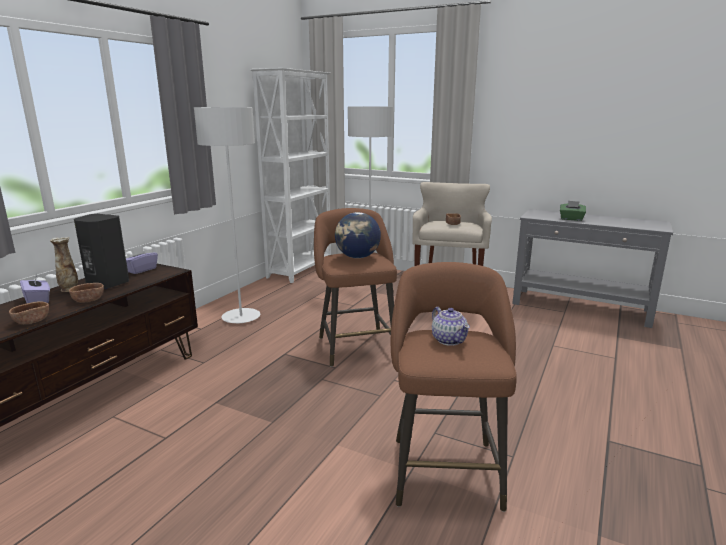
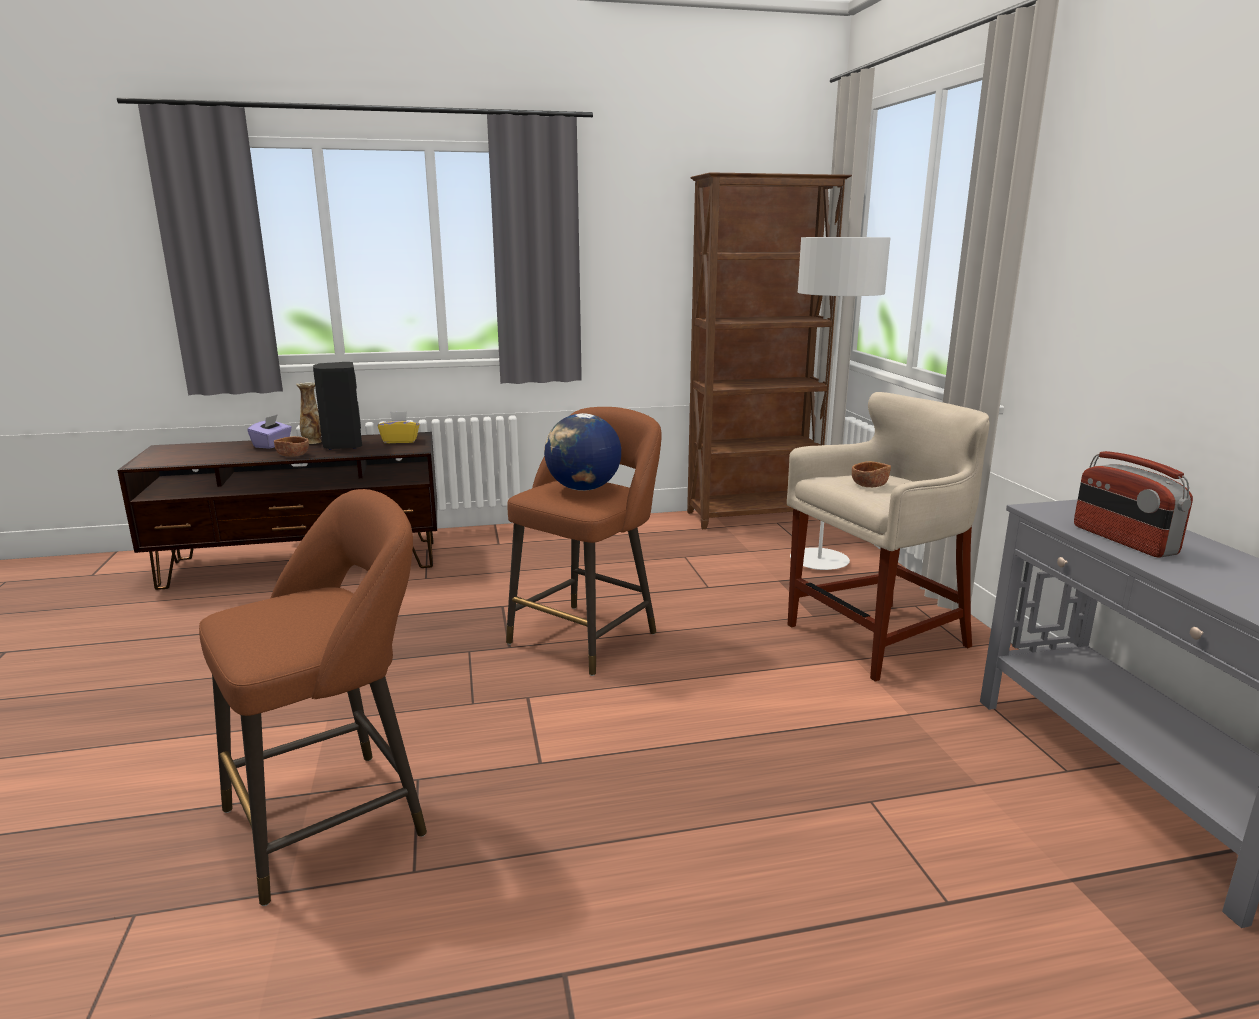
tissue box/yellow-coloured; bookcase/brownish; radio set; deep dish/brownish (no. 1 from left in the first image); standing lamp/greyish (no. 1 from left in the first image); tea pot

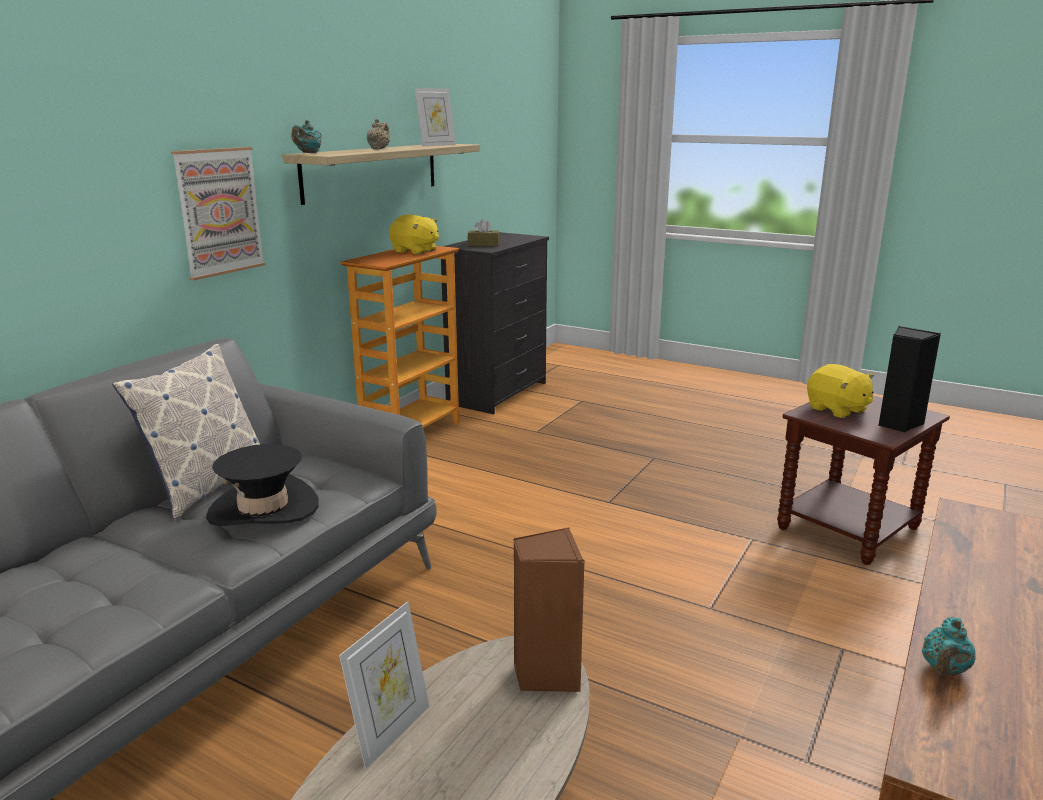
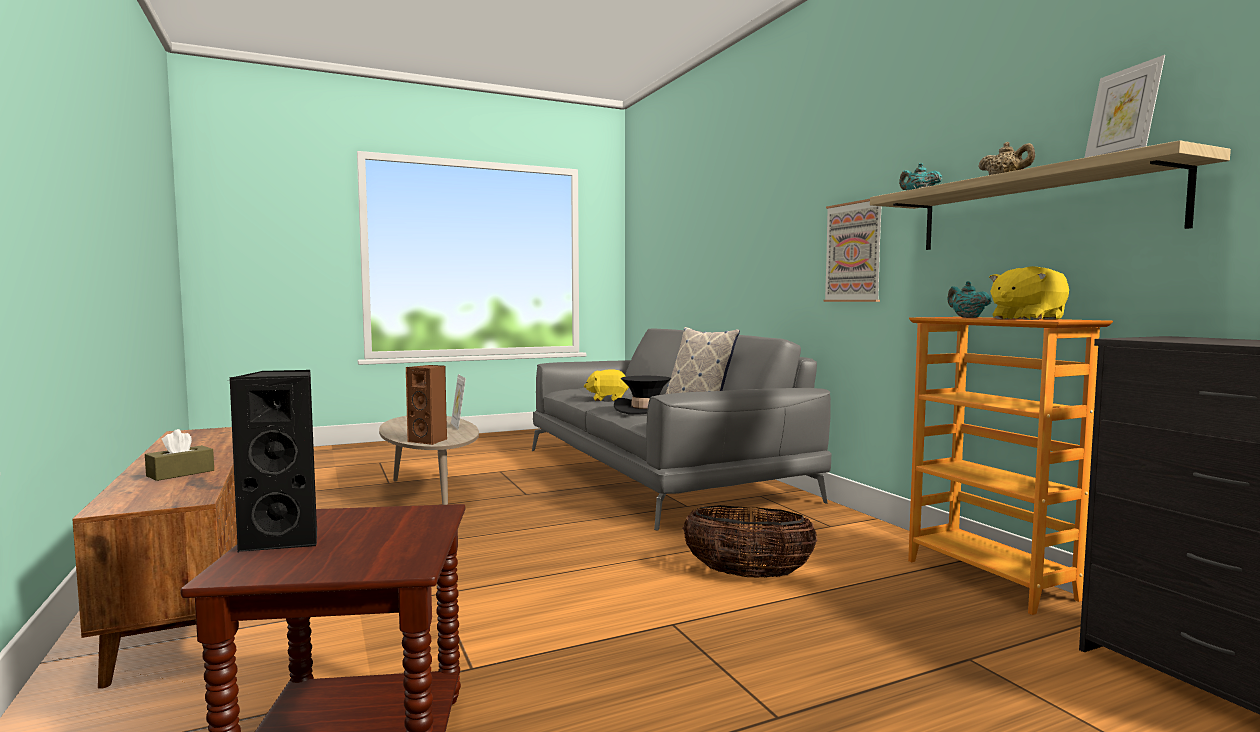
tissue box/brownish; soft toy/yellow-coloured (no. 1 from left); storage basket; tea pot/turquoise-coloured (no. 2 from left)

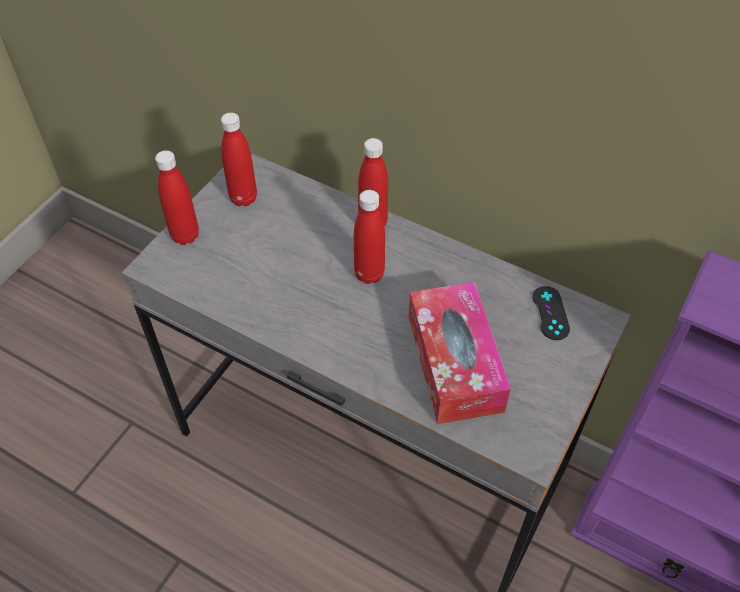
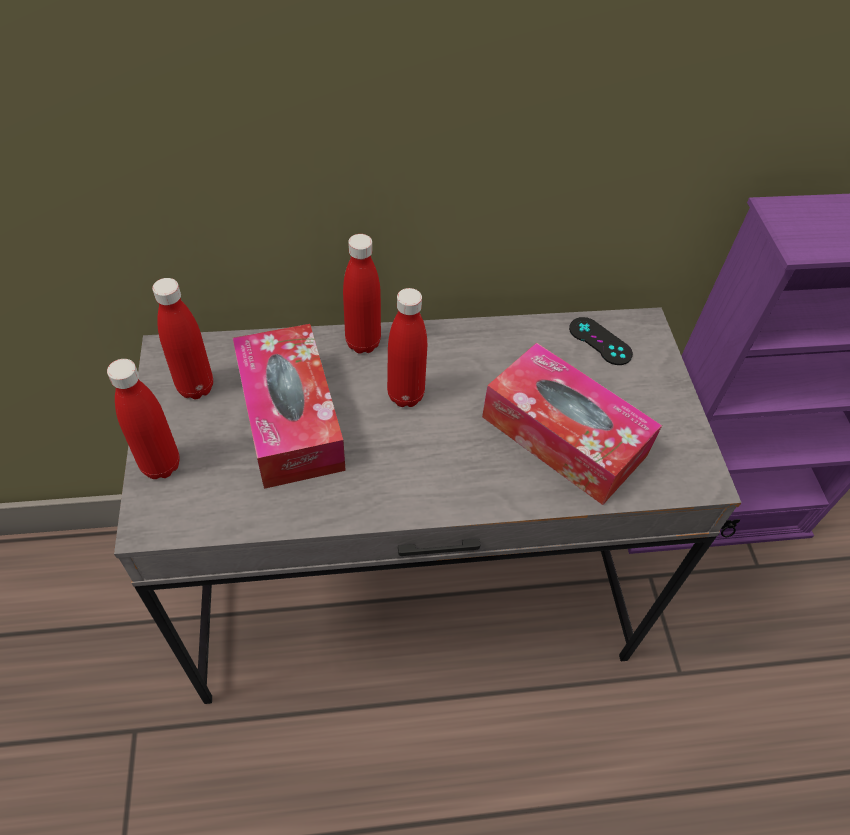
tissue box (no. 1 from left)

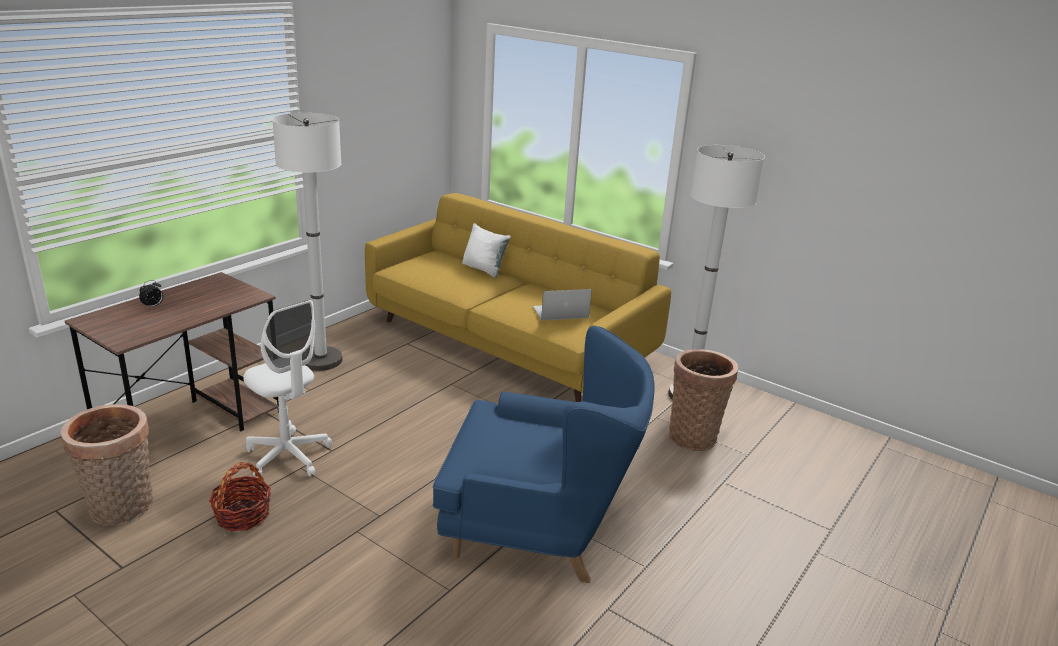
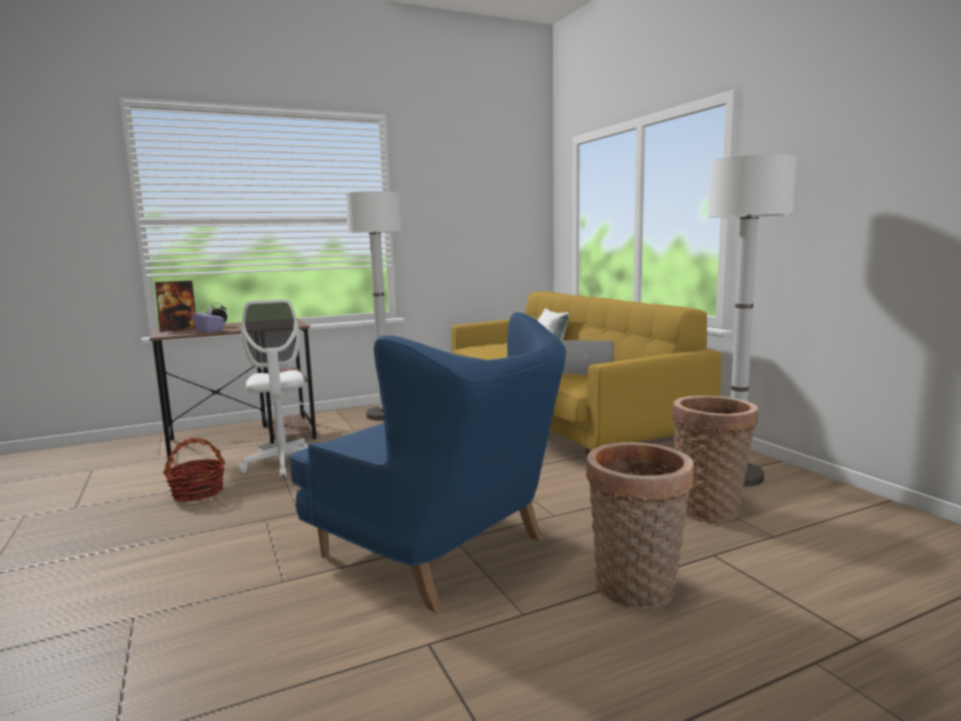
standing frame; tissue box/purple; storage basket (no. 2 from left)

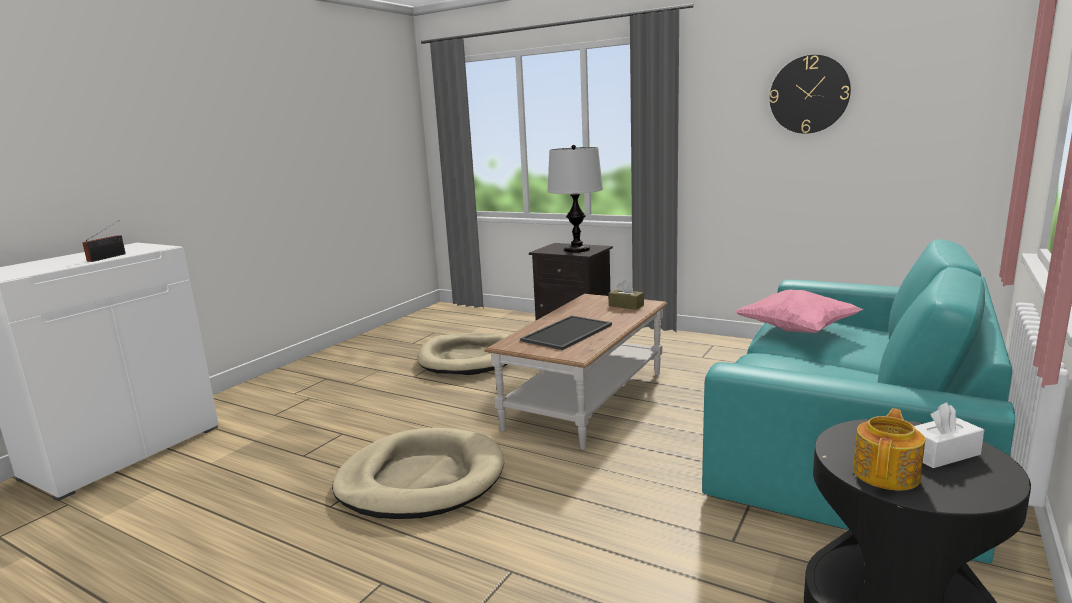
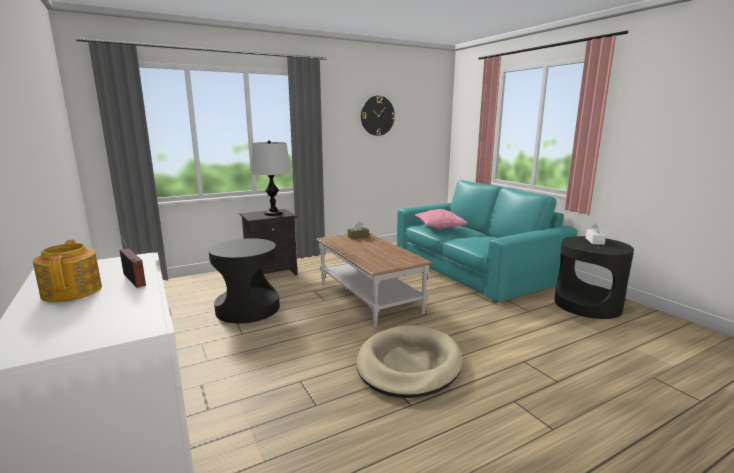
tea pot; side table/black-coloured (no. 1 from left); tray

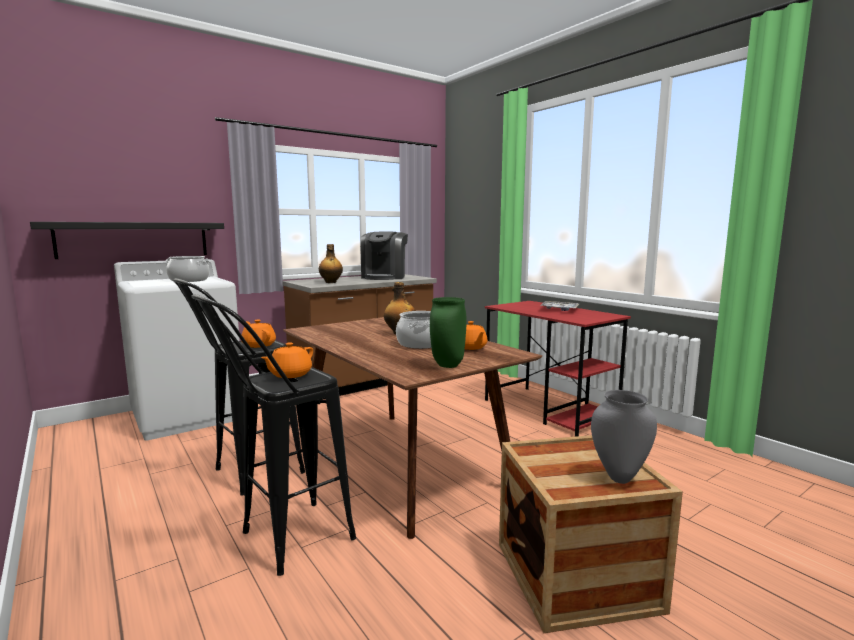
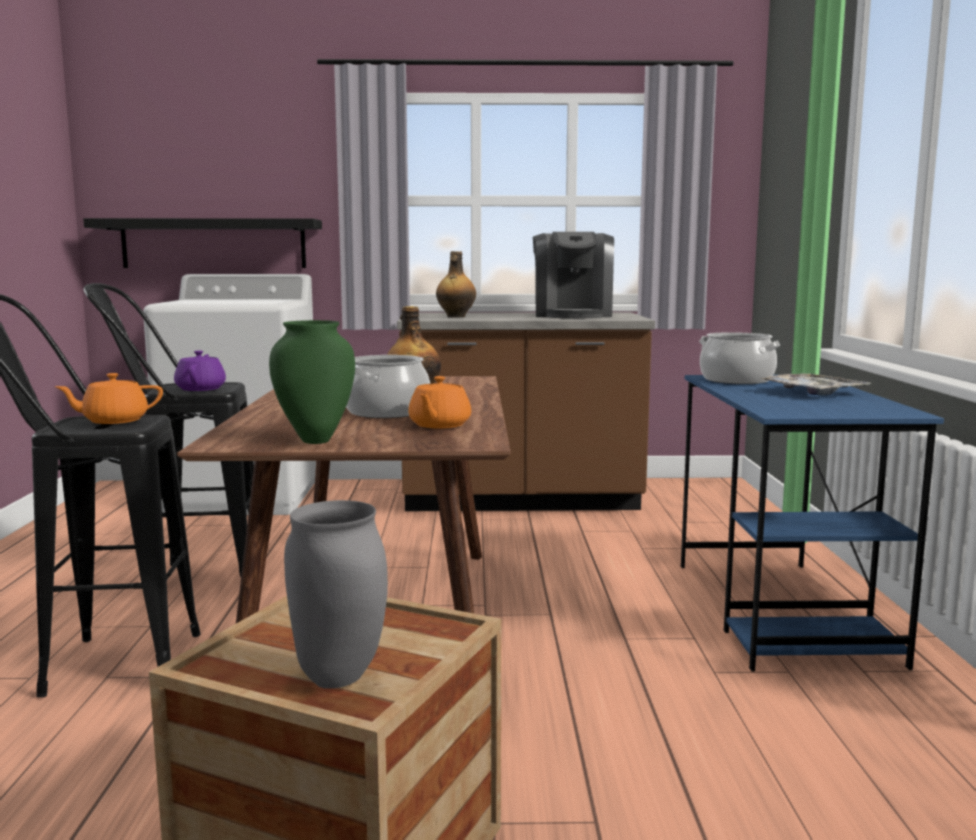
tea pot/purple; coffee brewer; desk unit/blue; cooking pot (no. 2 from left)

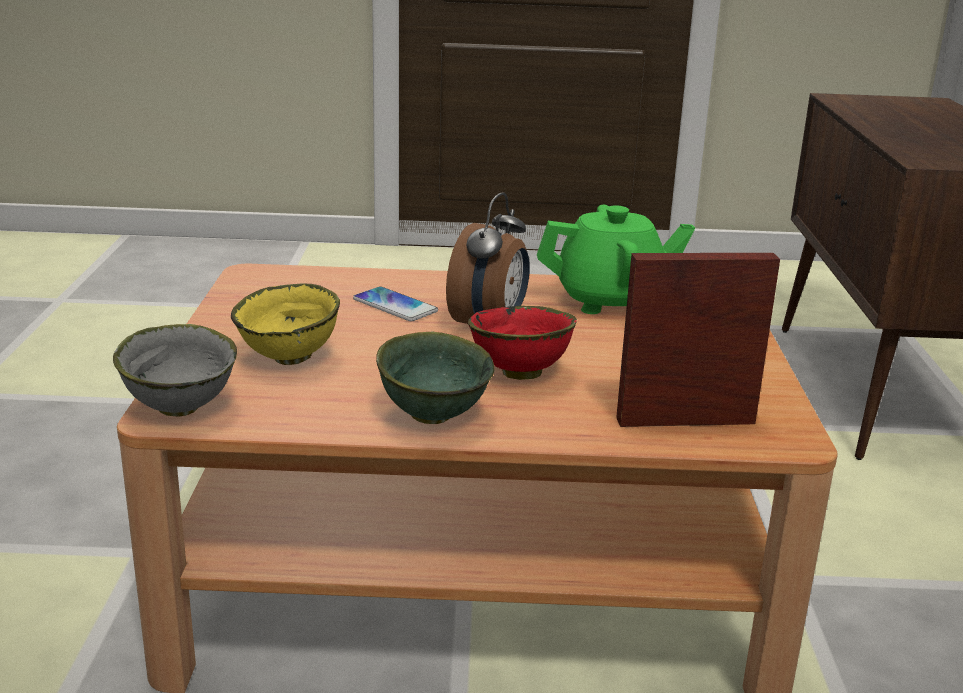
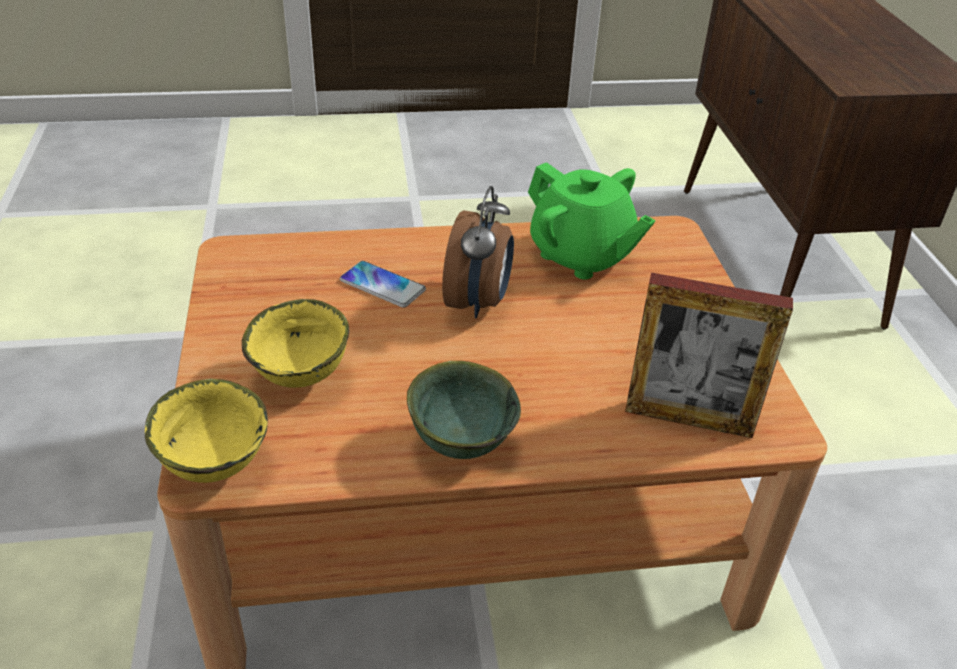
deep dish/yellow-coloured (no. 1 from left); tea pot/green; standing frame; deep dish/red-coloured

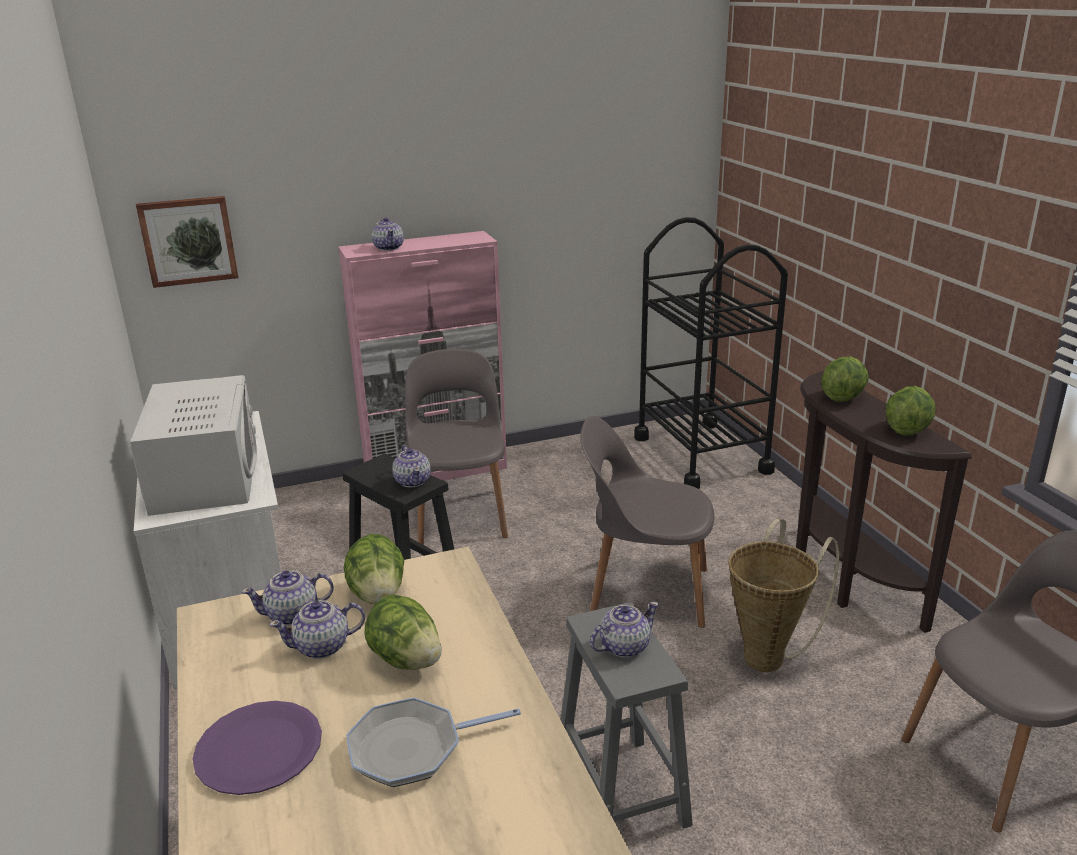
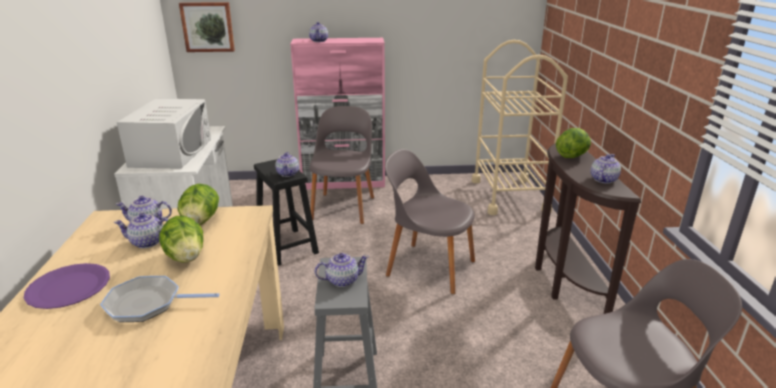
cart/beige; tea pot (no. 6 from left); storage basket

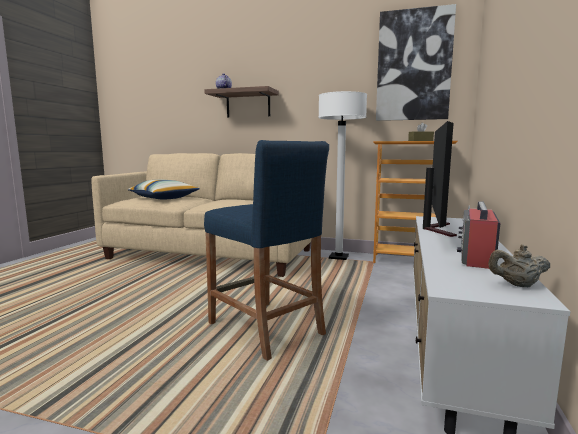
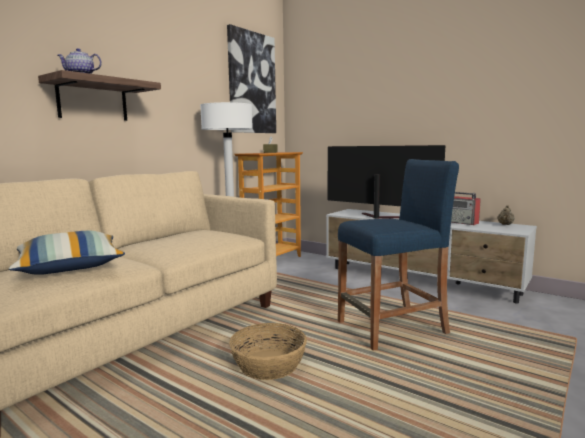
storage basket

